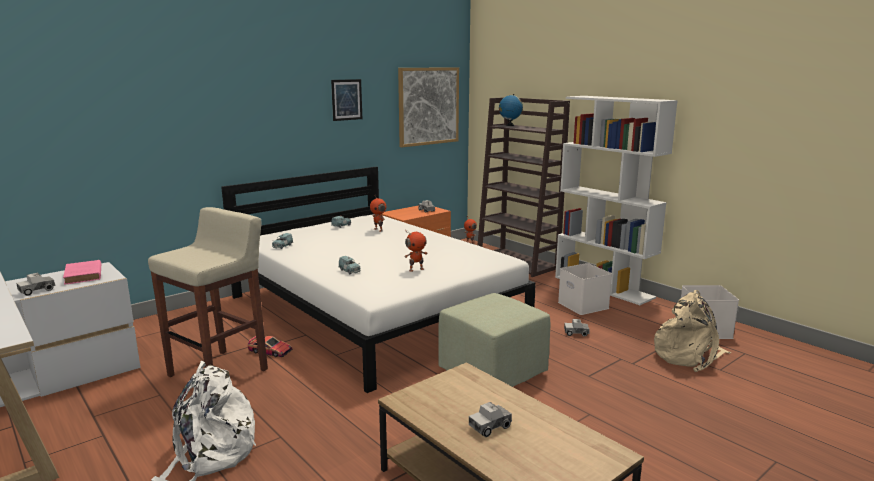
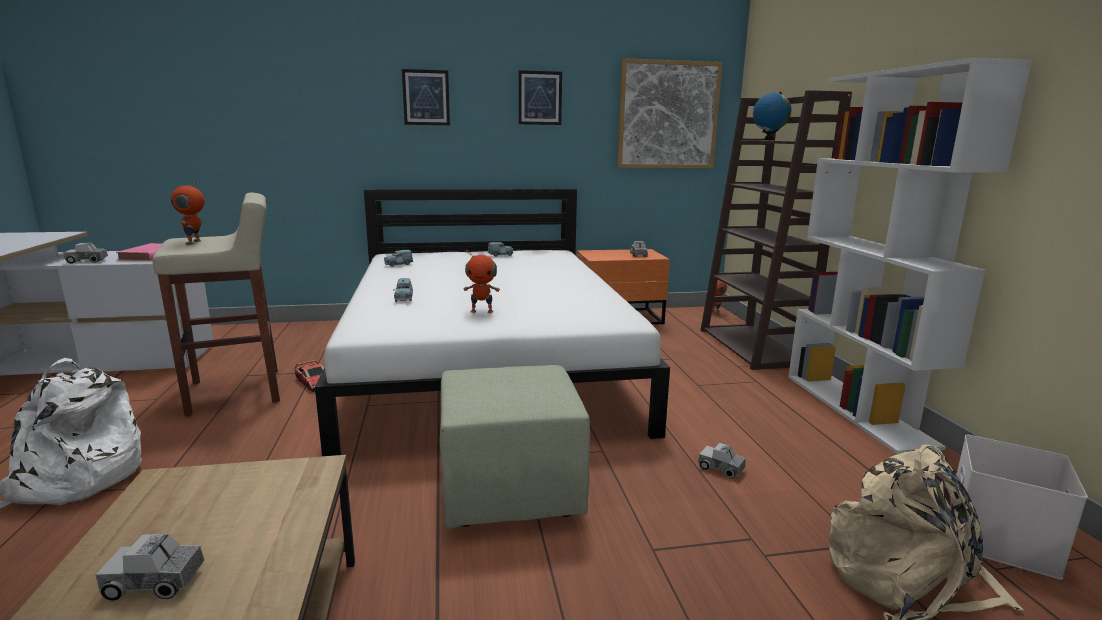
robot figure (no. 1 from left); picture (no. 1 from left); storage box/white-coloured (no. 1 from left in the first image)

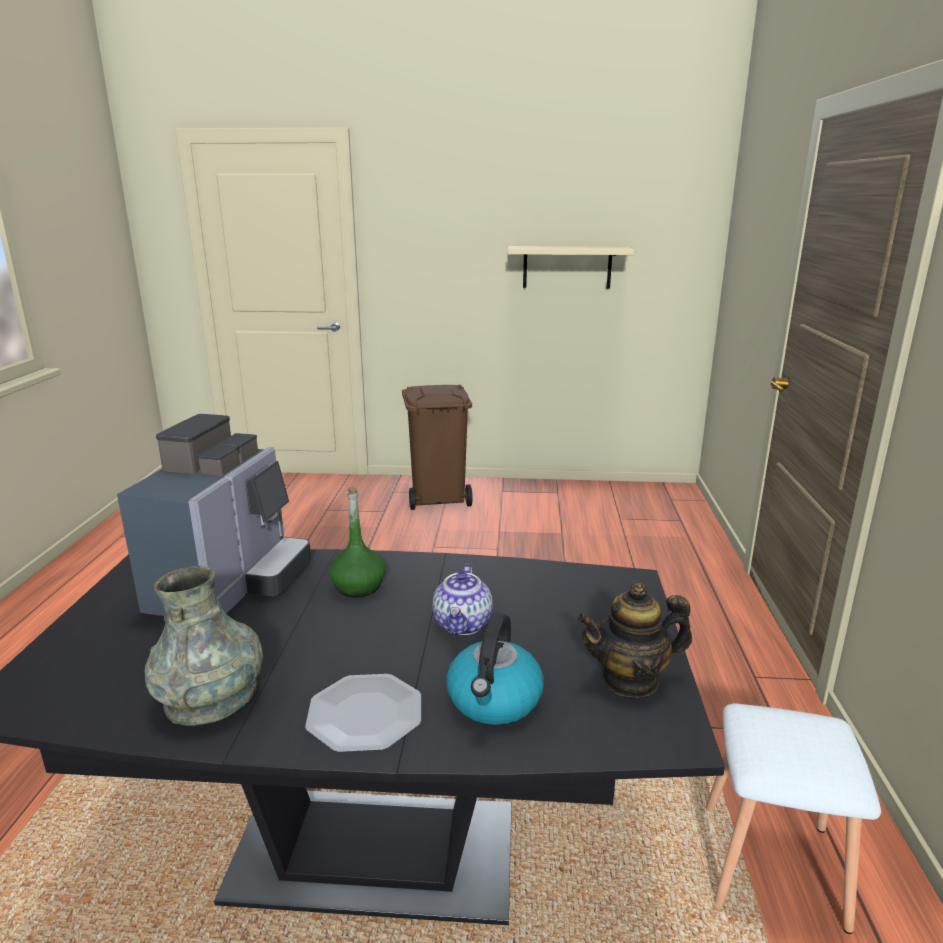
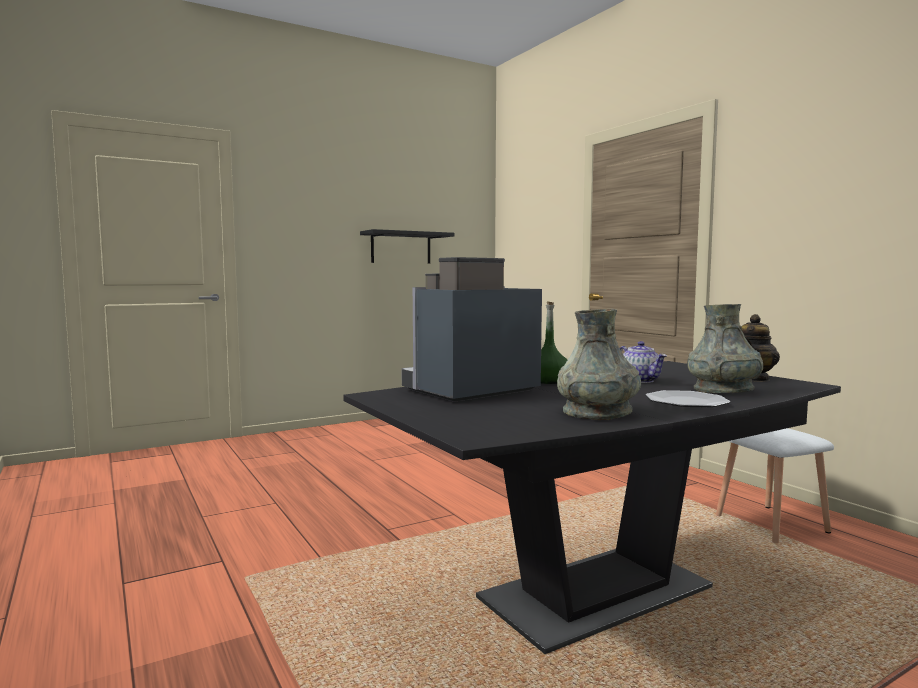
shelf/black-coloured; coffee brewer; decorative vase/greyish (no. 2 from left); waste bin/brownish

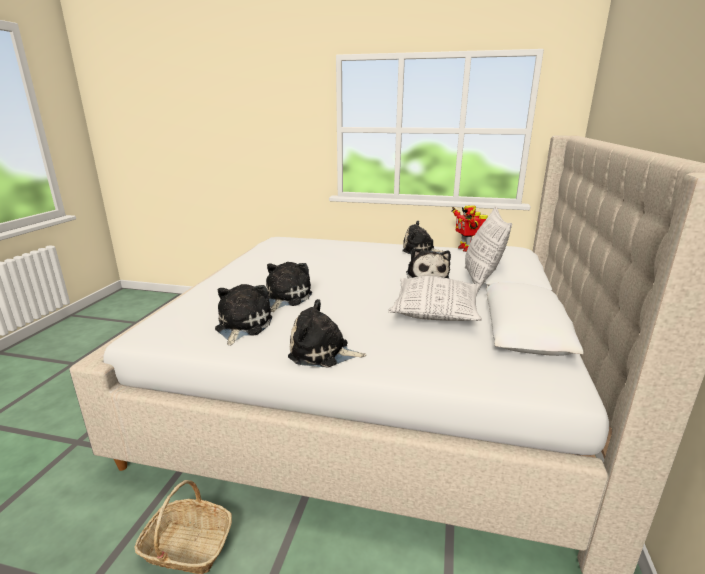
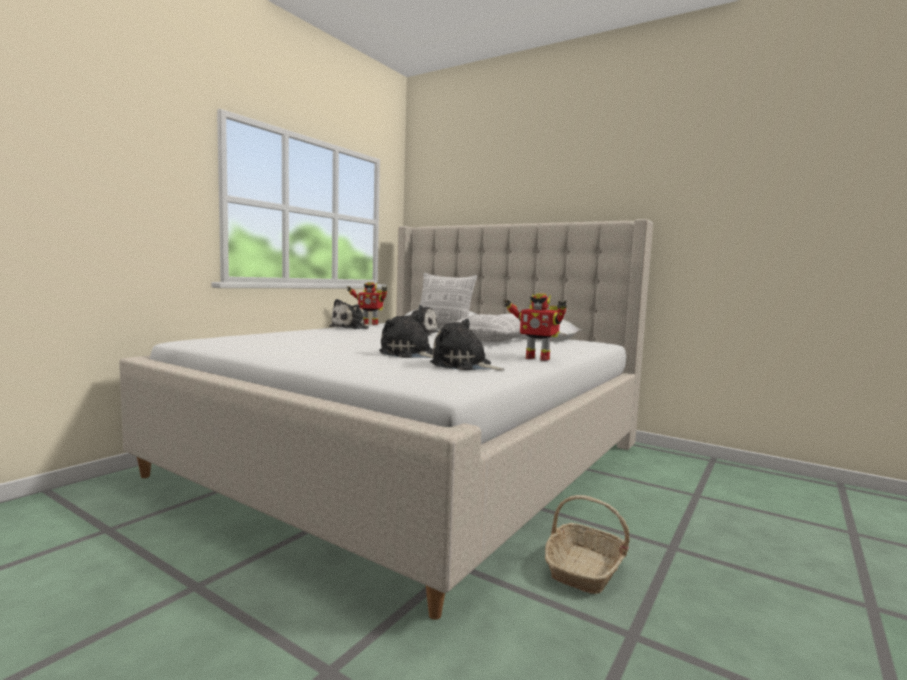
robot figure (no. 2 from left)

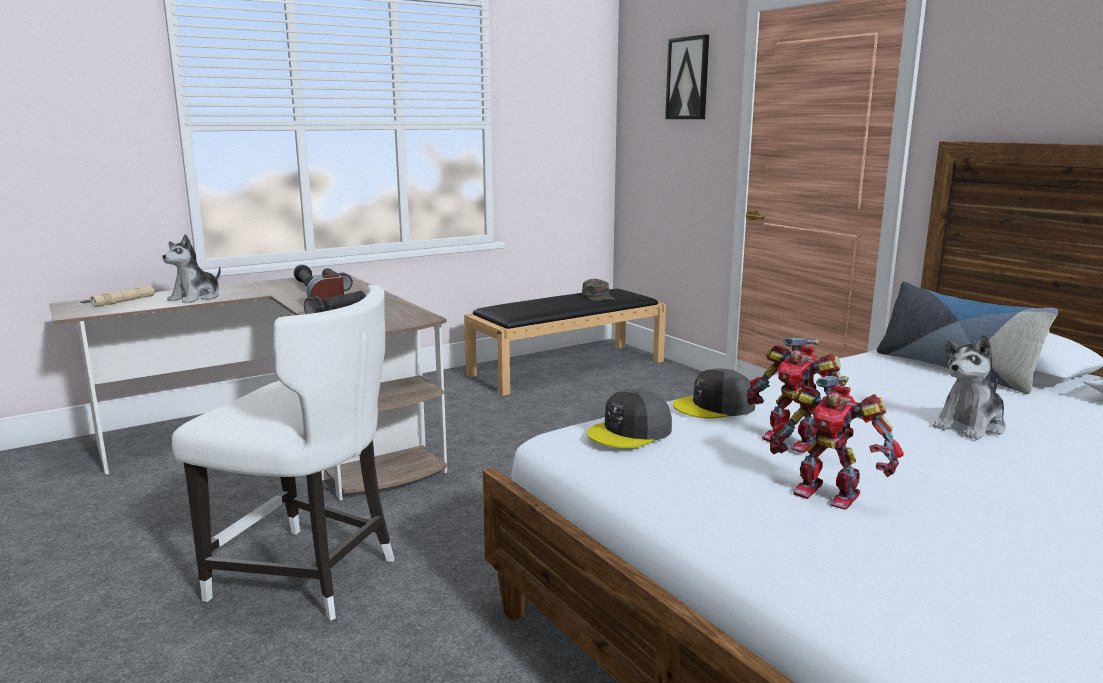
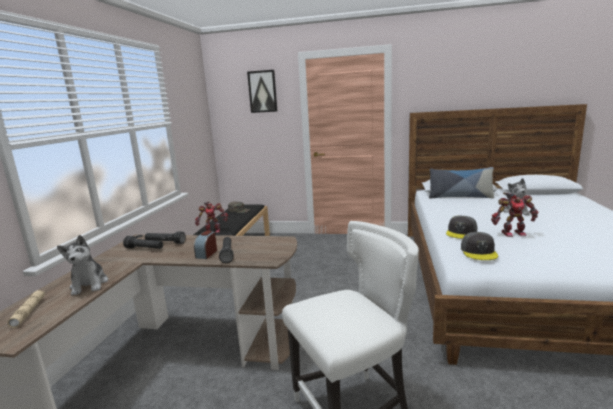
robot figure (no. 1 from left)

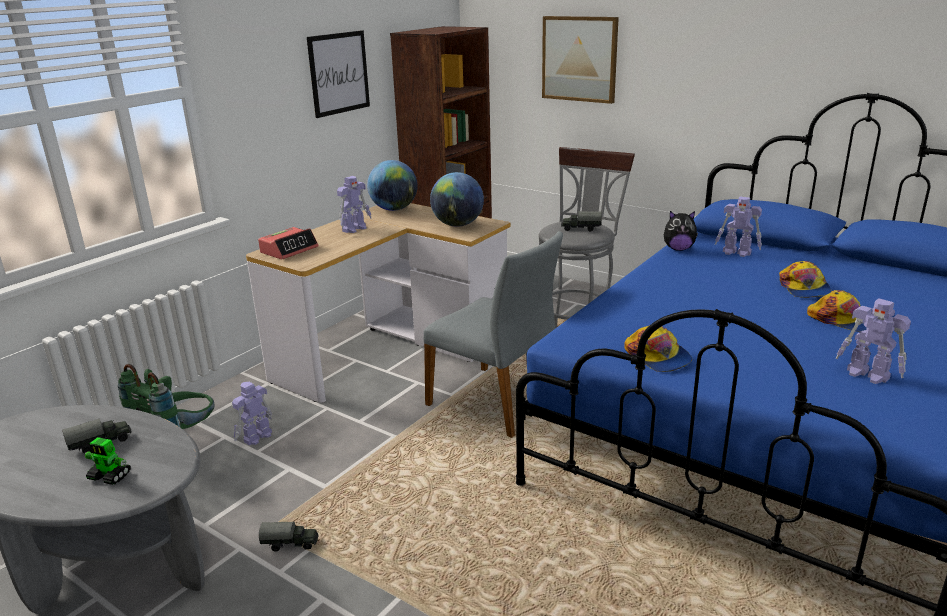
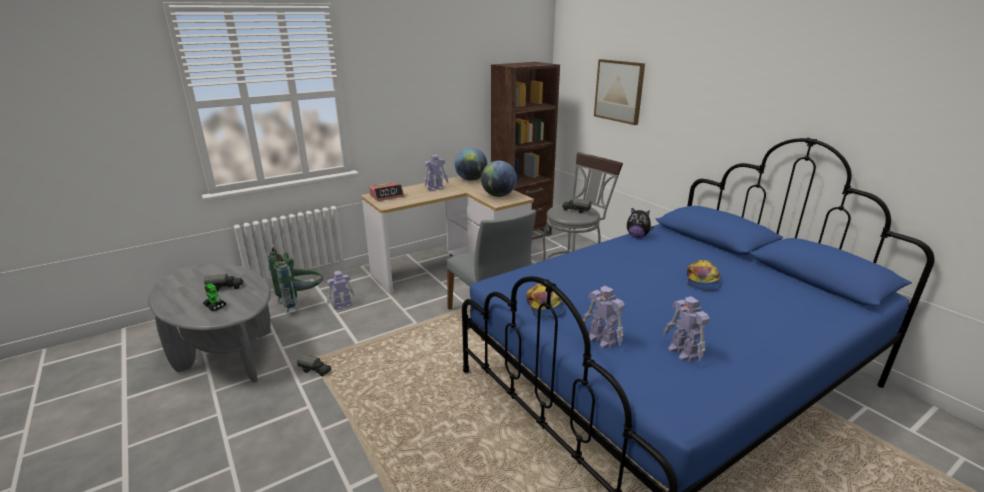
robot figure (no. 4 from left); picture (no. 1 from left in the first image); baseball cap (no. 3 from left in the first image)

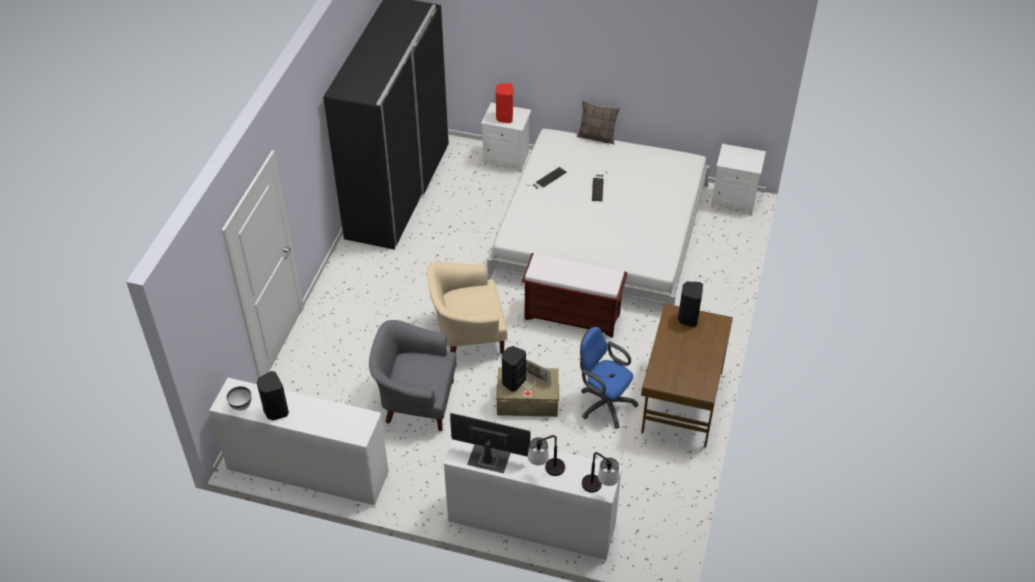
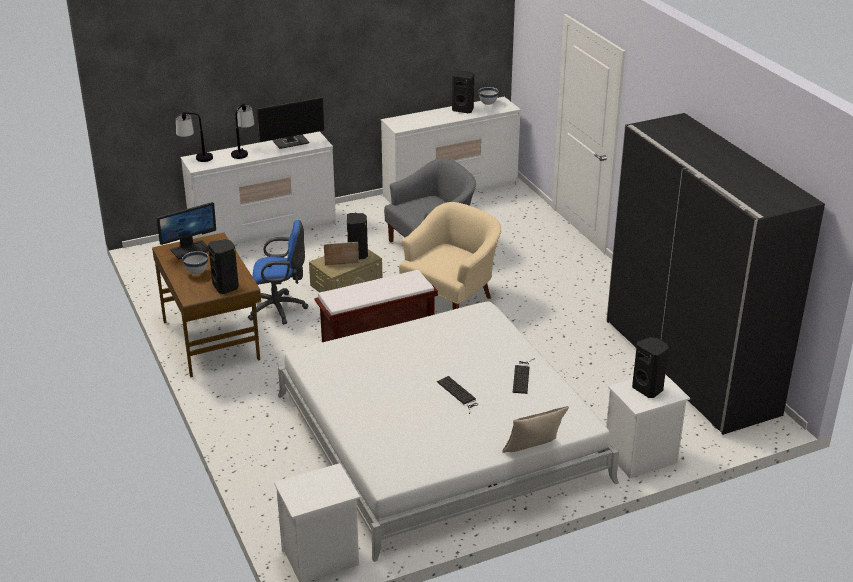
computer display (no. 1 from left); deep dish/white-coloured (no. 1 from left); audio speaker/black-coloured (no. 4 from left)

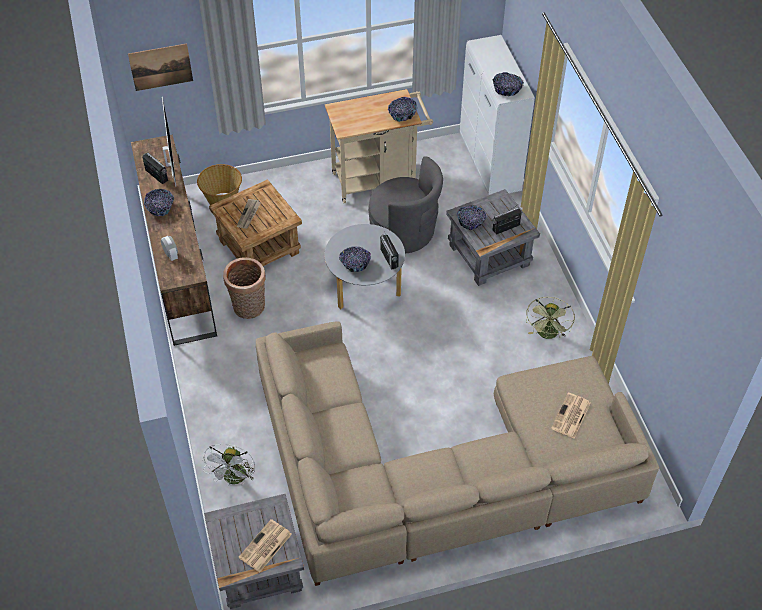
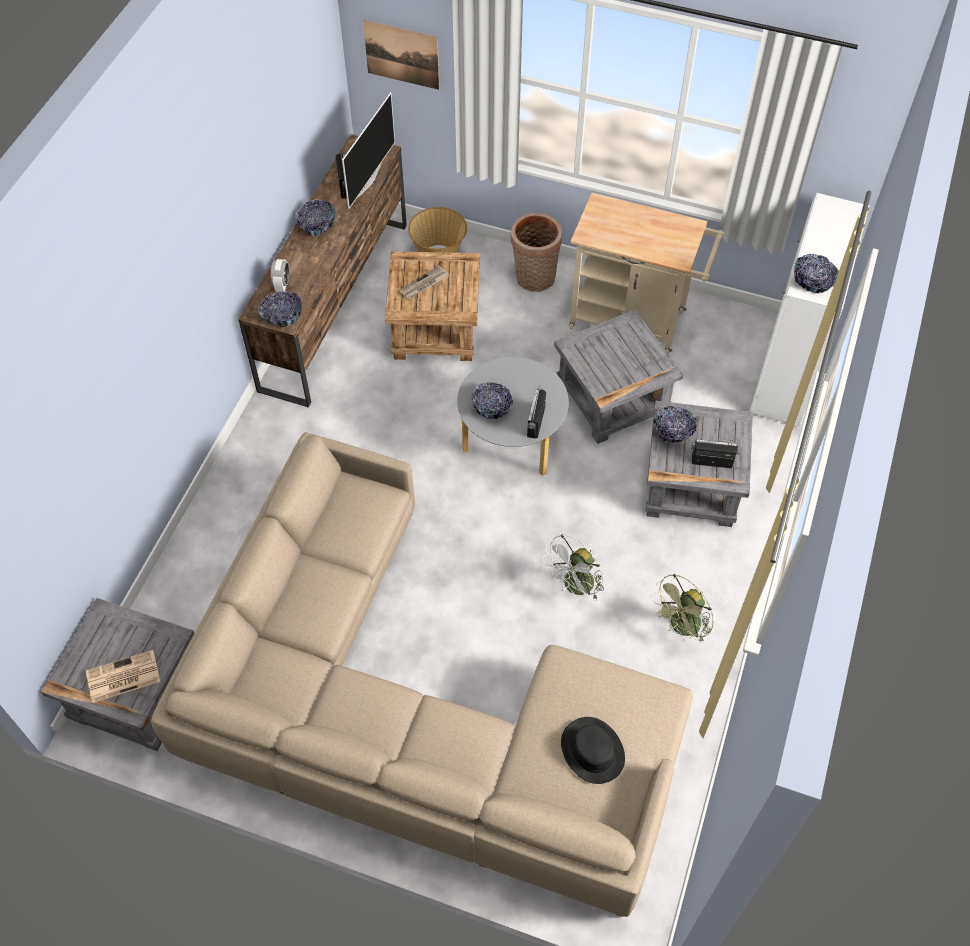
deep dish (no. 1 from left); storage basket (no. 2 from left); electric fan/white-coloured; side table/greyish (no. 2 from left); hat/black-coloured

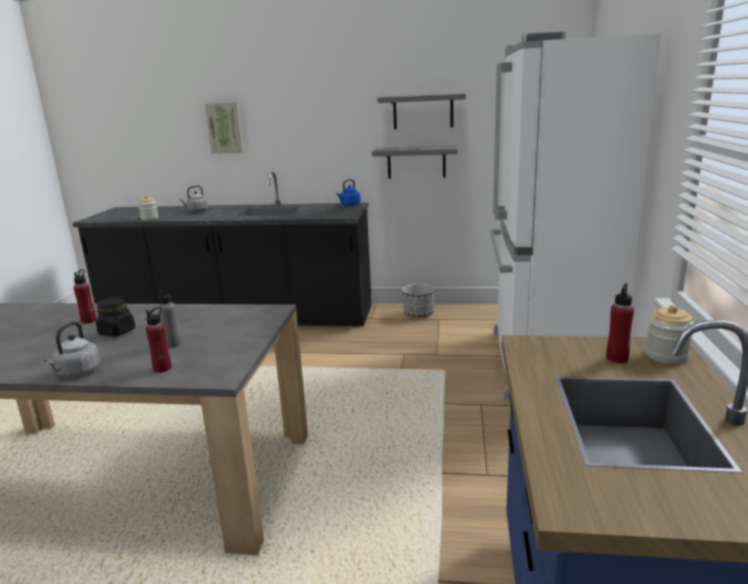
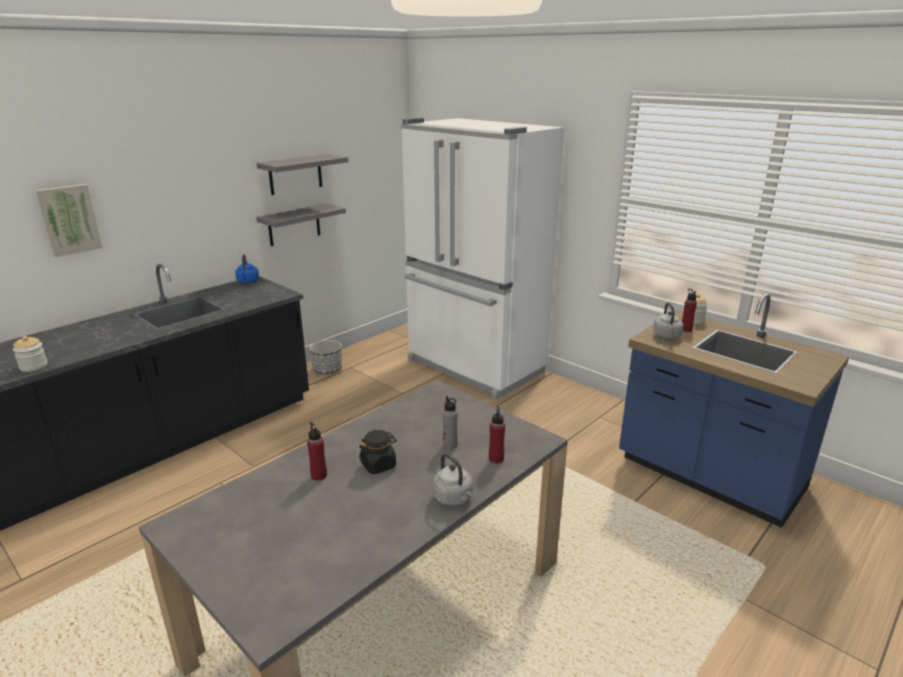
tea kettle/greyish (no. 2 from left)

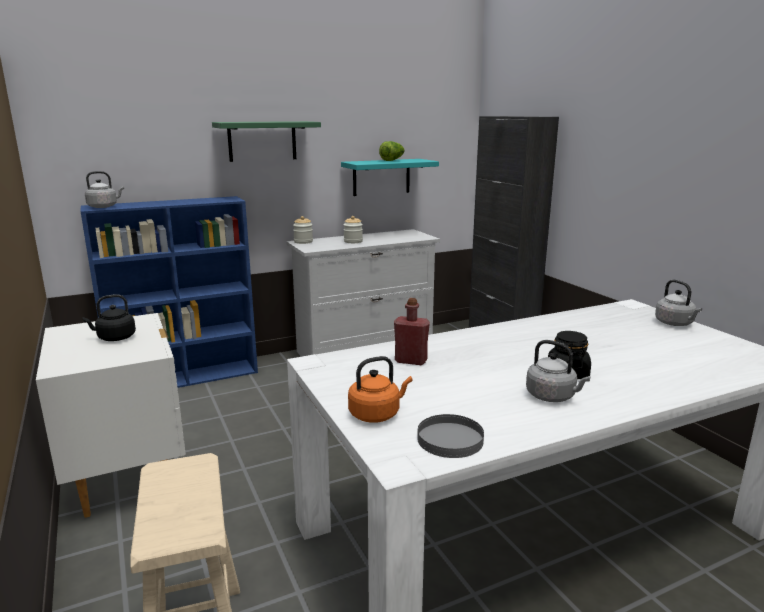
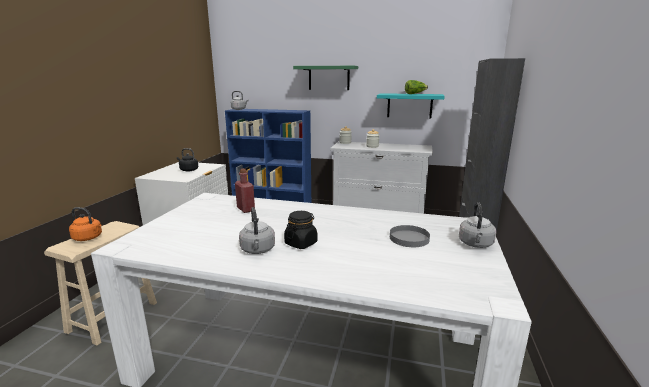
tea kettle/orangey; flat dish/greyish

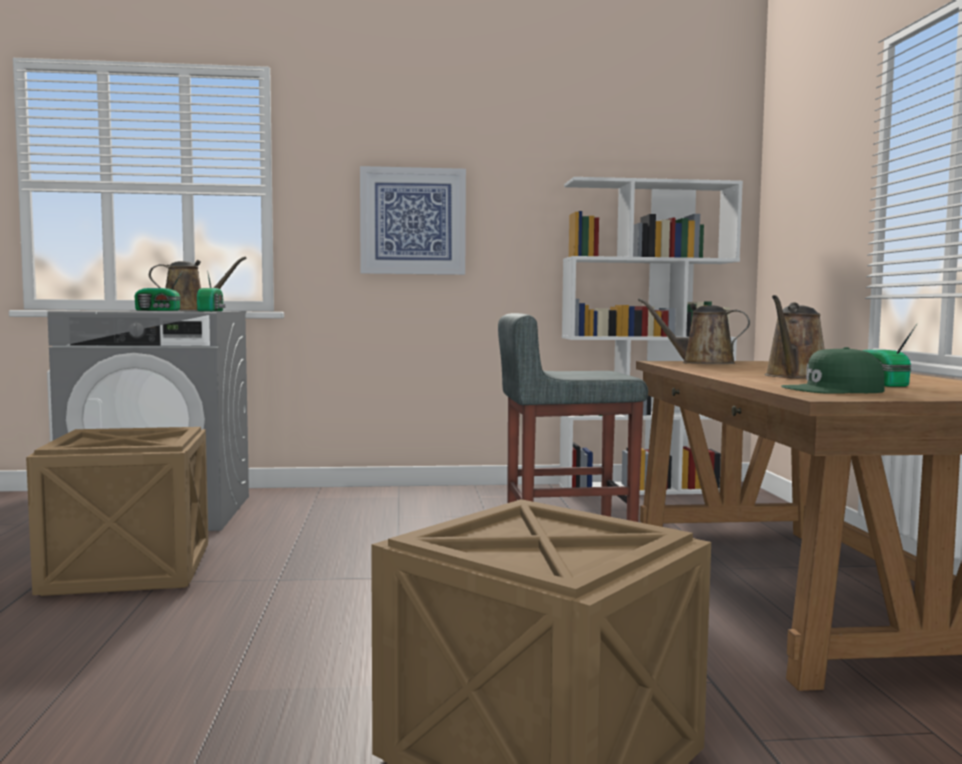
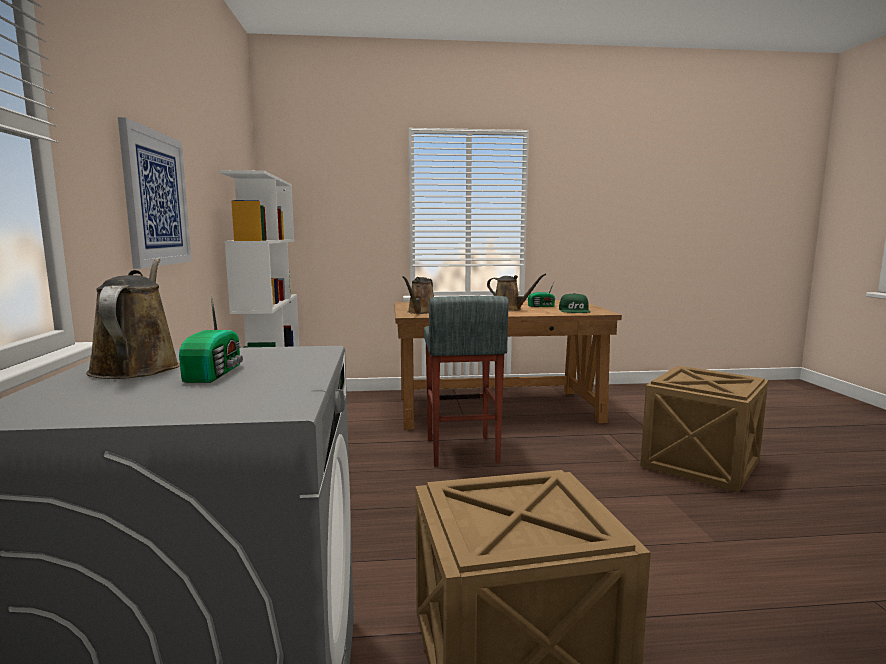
radio set (no. 2 from left in the first image)

